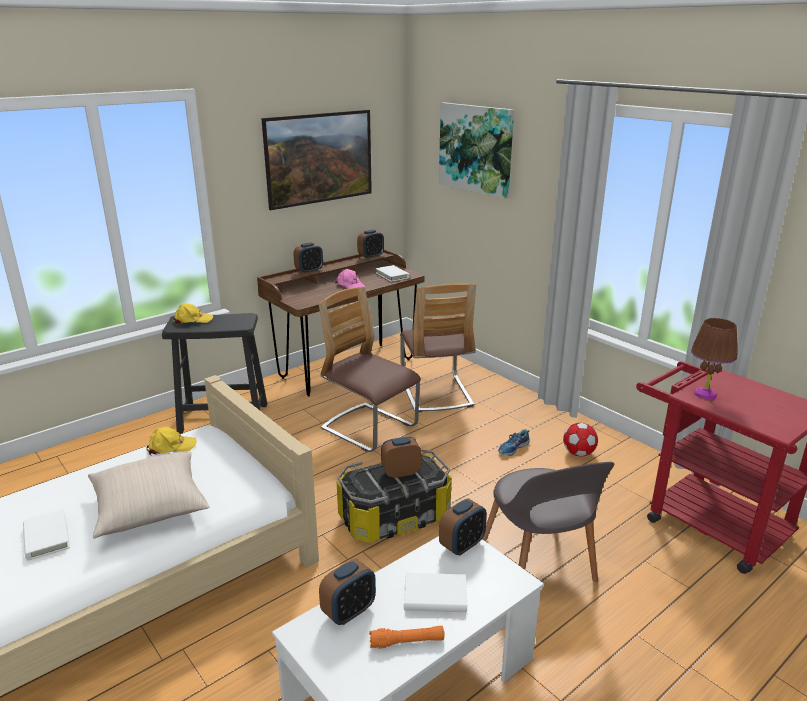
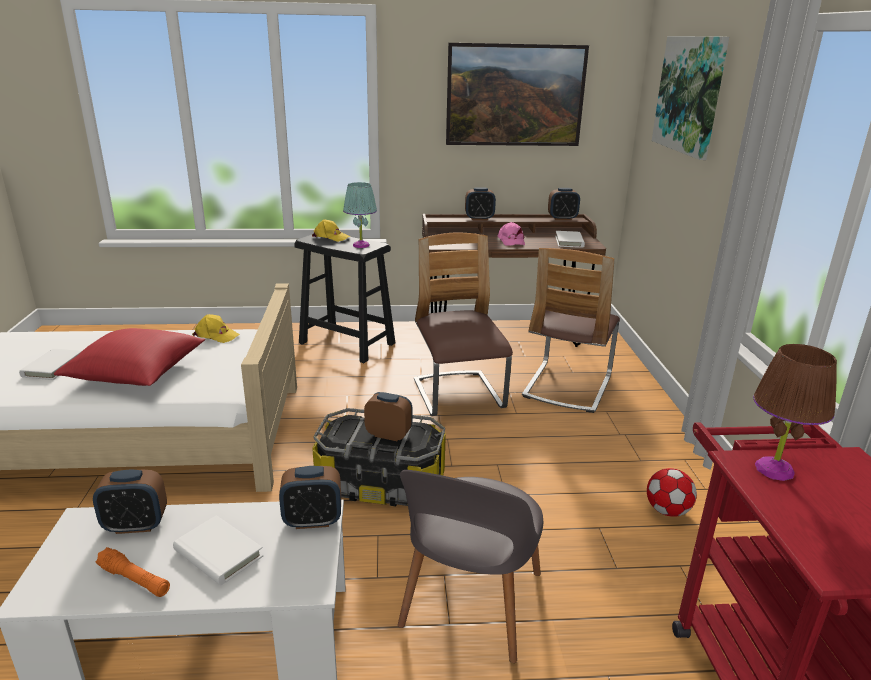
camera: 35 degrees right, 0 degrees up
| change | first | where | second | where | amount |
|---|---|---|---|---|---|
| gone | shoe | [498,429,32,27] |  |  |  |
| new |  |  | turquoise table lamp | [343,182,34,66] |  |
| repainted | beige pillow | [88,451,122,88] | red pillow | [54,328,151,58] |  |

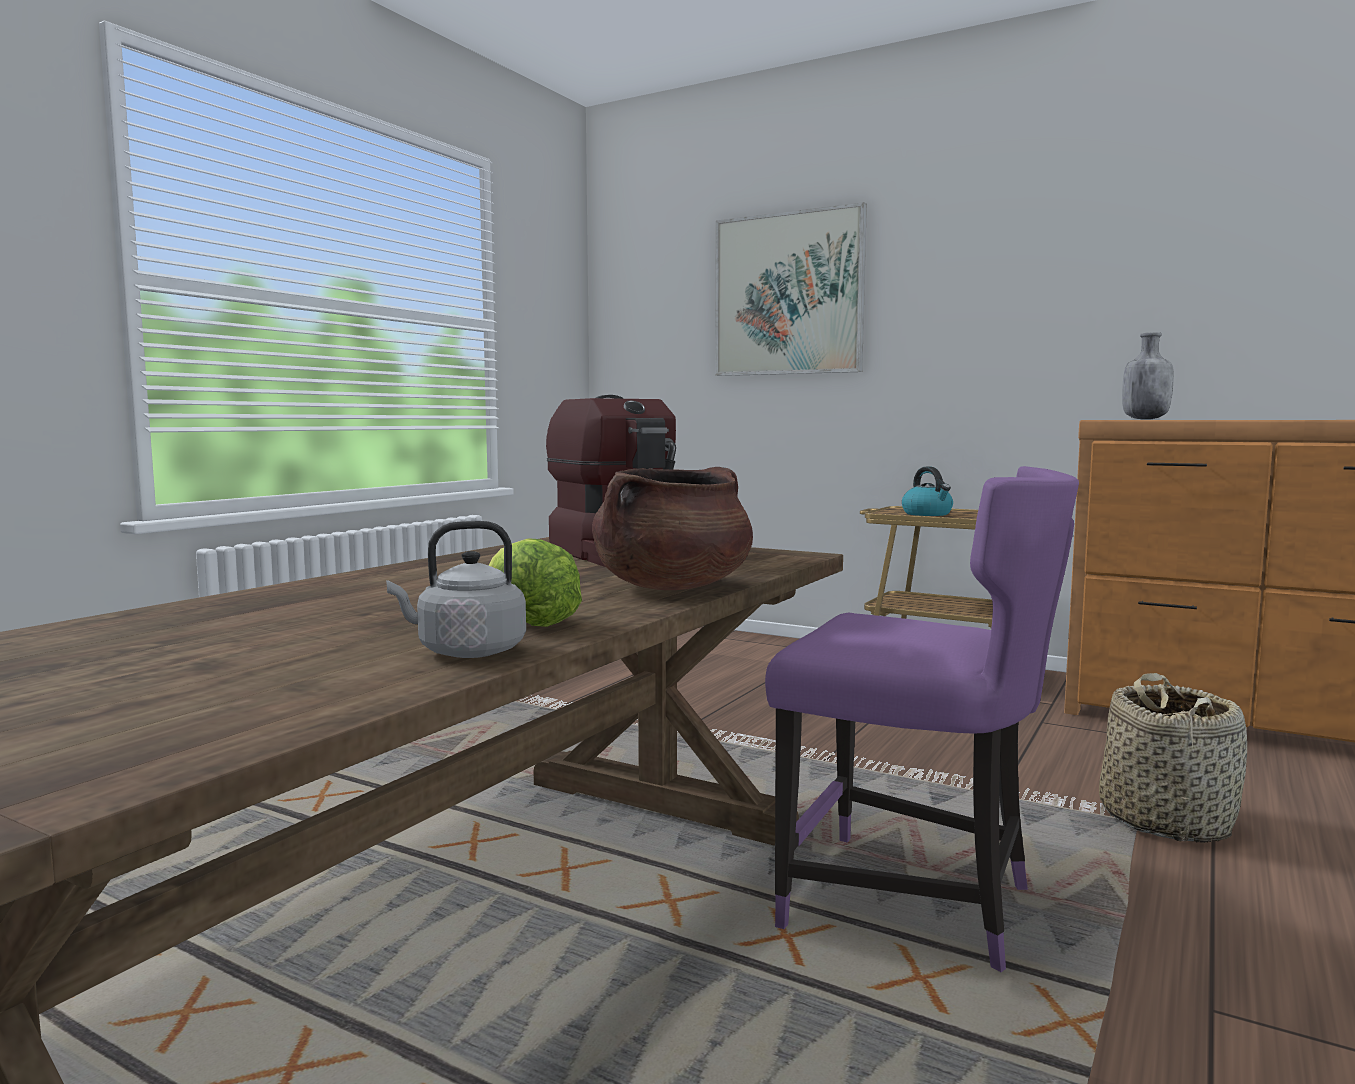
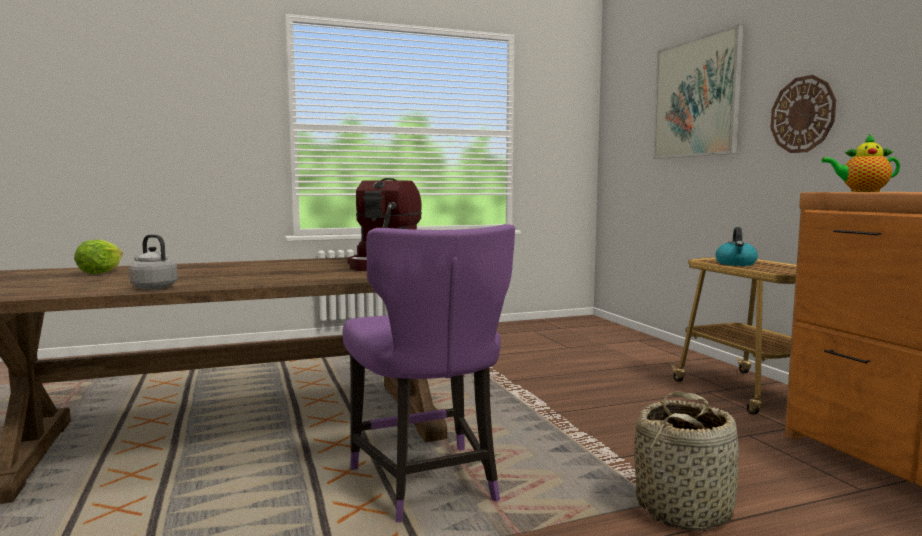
camera: 40 degrees right, 0 degrees up
| change | first | where | second | where | amount |
|---|---|---|---|---|---|
| gone | brown cooking pot | [592,467,161,123] |  |  |  |
| new |  |  | wall clock | [770,75,66,78] |  |
| shifted | lettuce | [489,538,93,89] |  | [74,240,49,34] |  |
| swapped | grey bottle | [1122,332,52,87] | teapot | [821,134,79,58] |  |

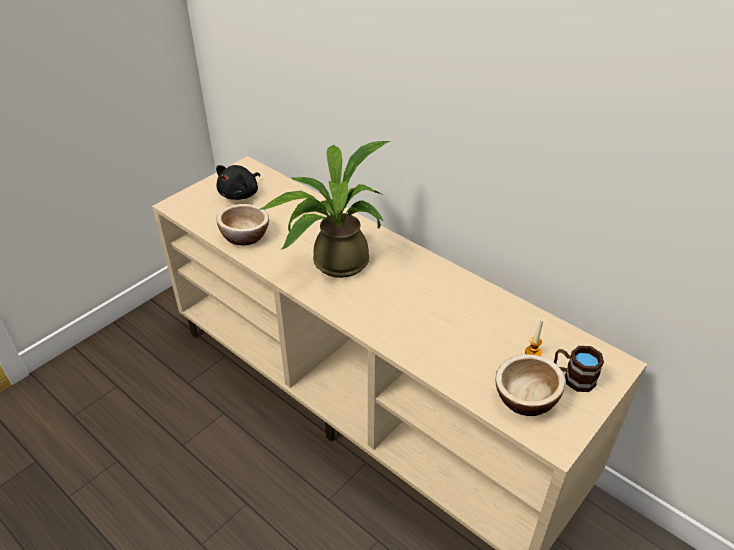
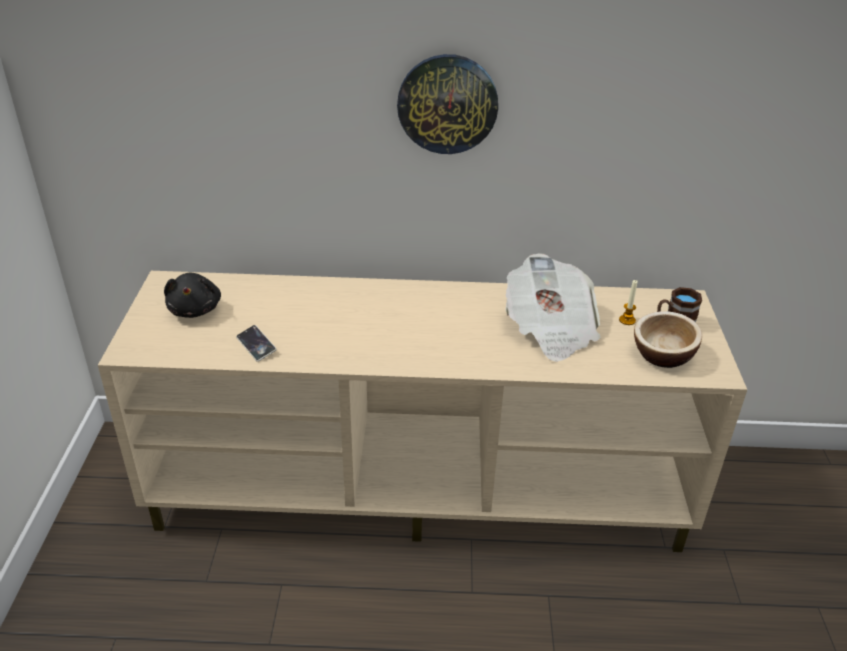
camera: 40 degrees left, 5 degrees down
| change | first | where | second | where | amount |
|---|---|---|---|---|---|
| gone | potted plant | [259,141,131,137] |  |  |  |
| new |  |  | wall clock | [397,54,101,100] |  |
| new |  |  | newspaper | [505,254,96,108] |  |
| swapped | bowl | [216,204,53,41] | phone | [236,325,41,37] |  |

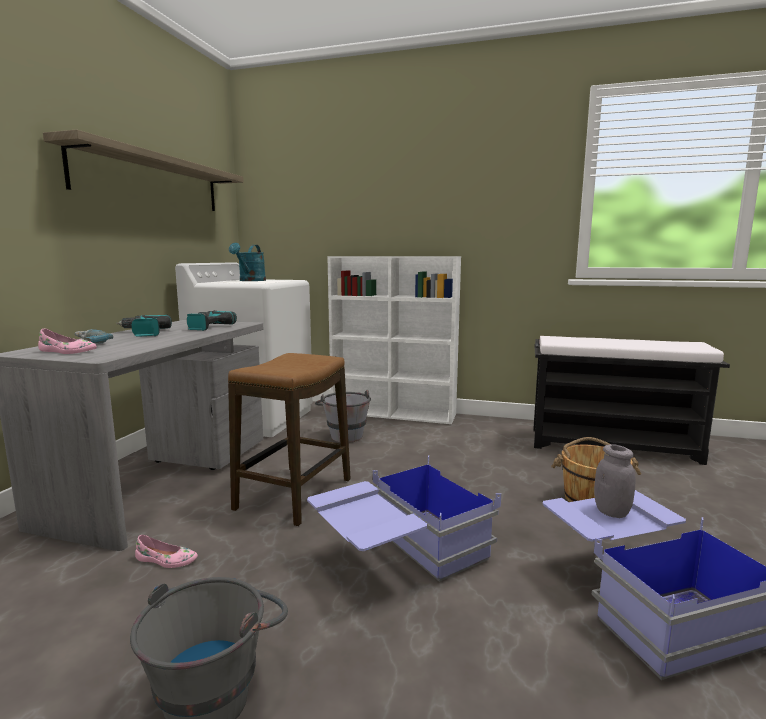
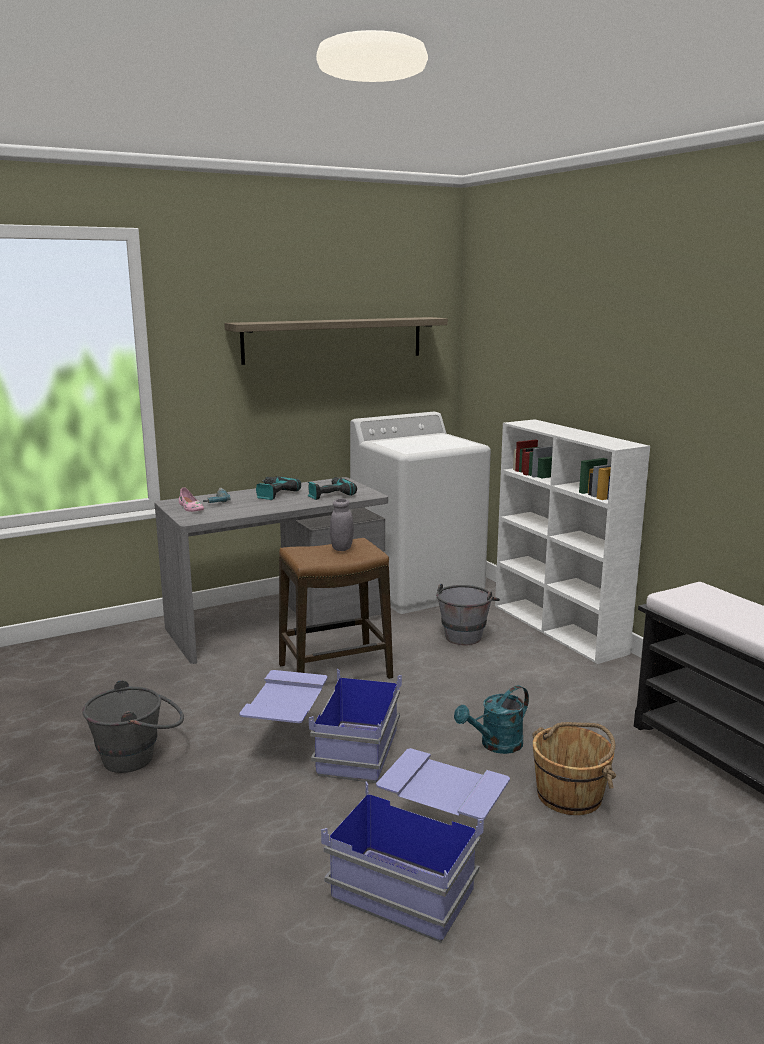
camera: 45 degrees right, 5 degrees up
| change | first | where | second | where | amount |
|---|---|---|---|---|---|
| gone | pink shoe | [135,535,63,33] |  |  |  |
| shifted | turquoise watering can | [229,243,37,38] |  | [454,685,75,69] |  |
| shifted | grey jar | [594,444,41,74] |  | [330,499,24,52] |  |

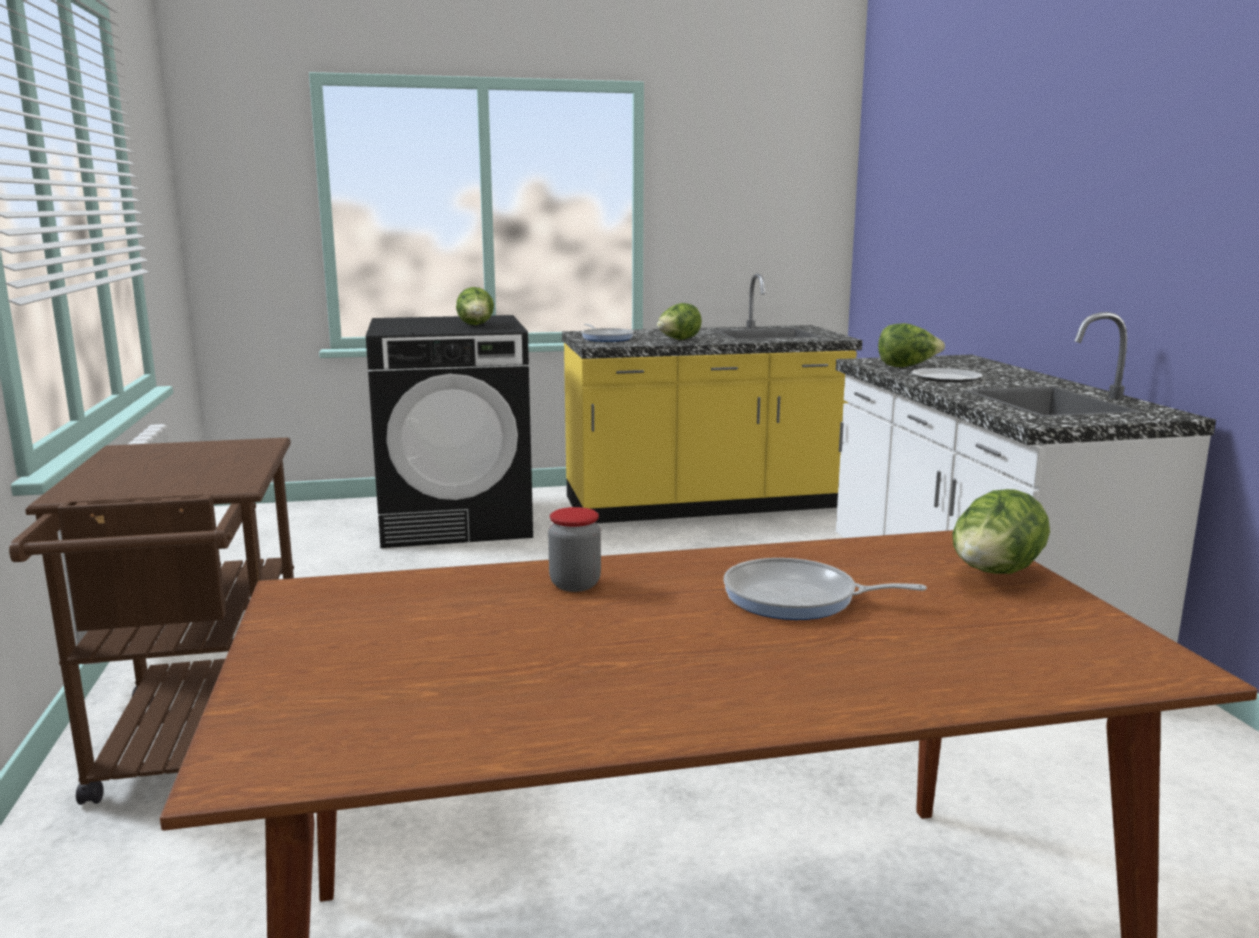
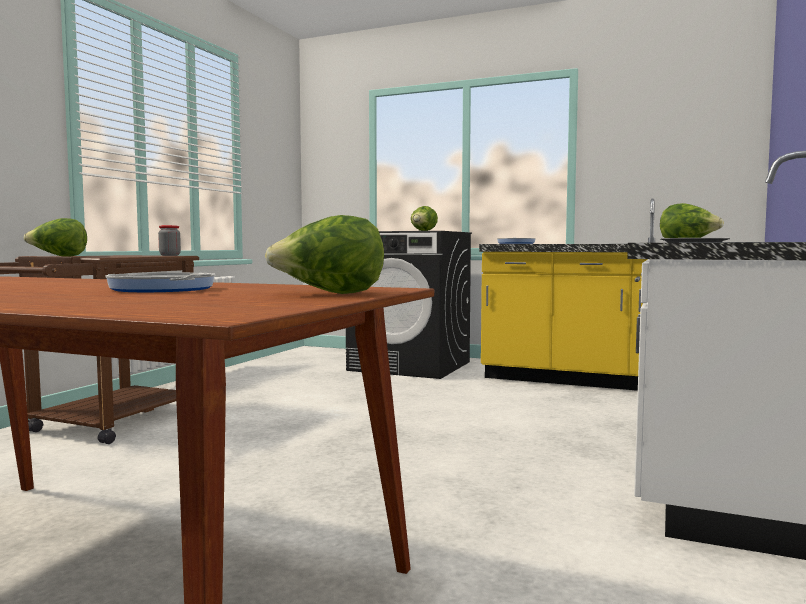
camera: 35 degrees right, 10 degrees down
| change | first | where | second | where | amount |
|---|---|---|---|---|---|
| shifted | jar | [548,507,53,85] |  | [158,225,23,31] |  |
| shifted | lettuce | [657,303,45,37] |  | [24,218,63,38] |  |

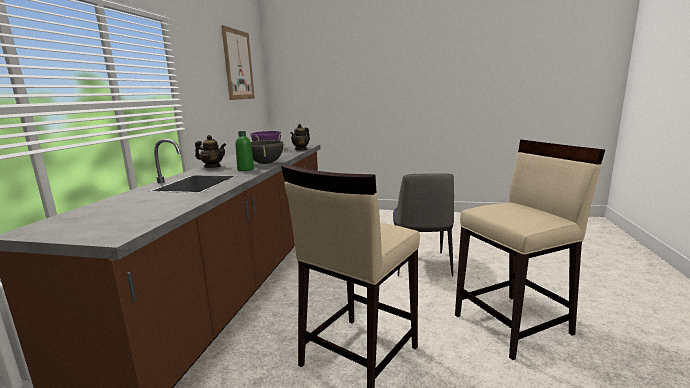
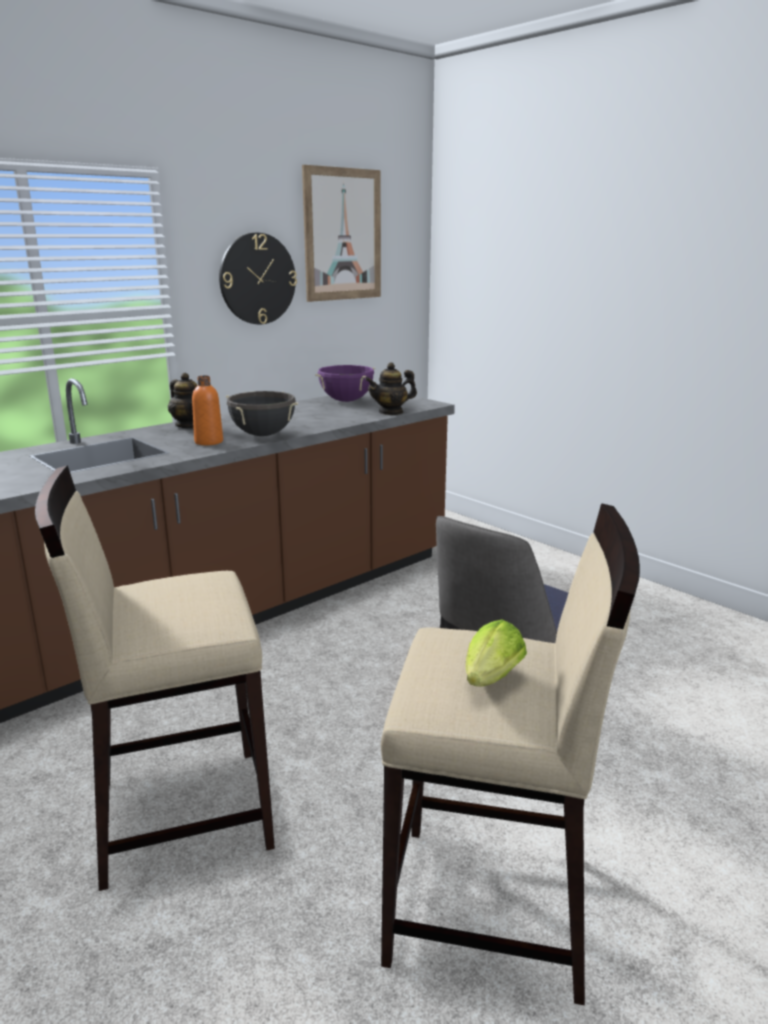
camera: 35 degrees right, 5 degrees up
| change | first | where | second | where | amount |
|---|---|---|---|---|---|
| new |  |  | wall clock | [219,233,78,91] |  |
| new |  |  | lettuce | [466,619,61,68] |  |
| repainted | green bottle | [235,131,19,40] | orange bottle | [192,376,31,69] |  |

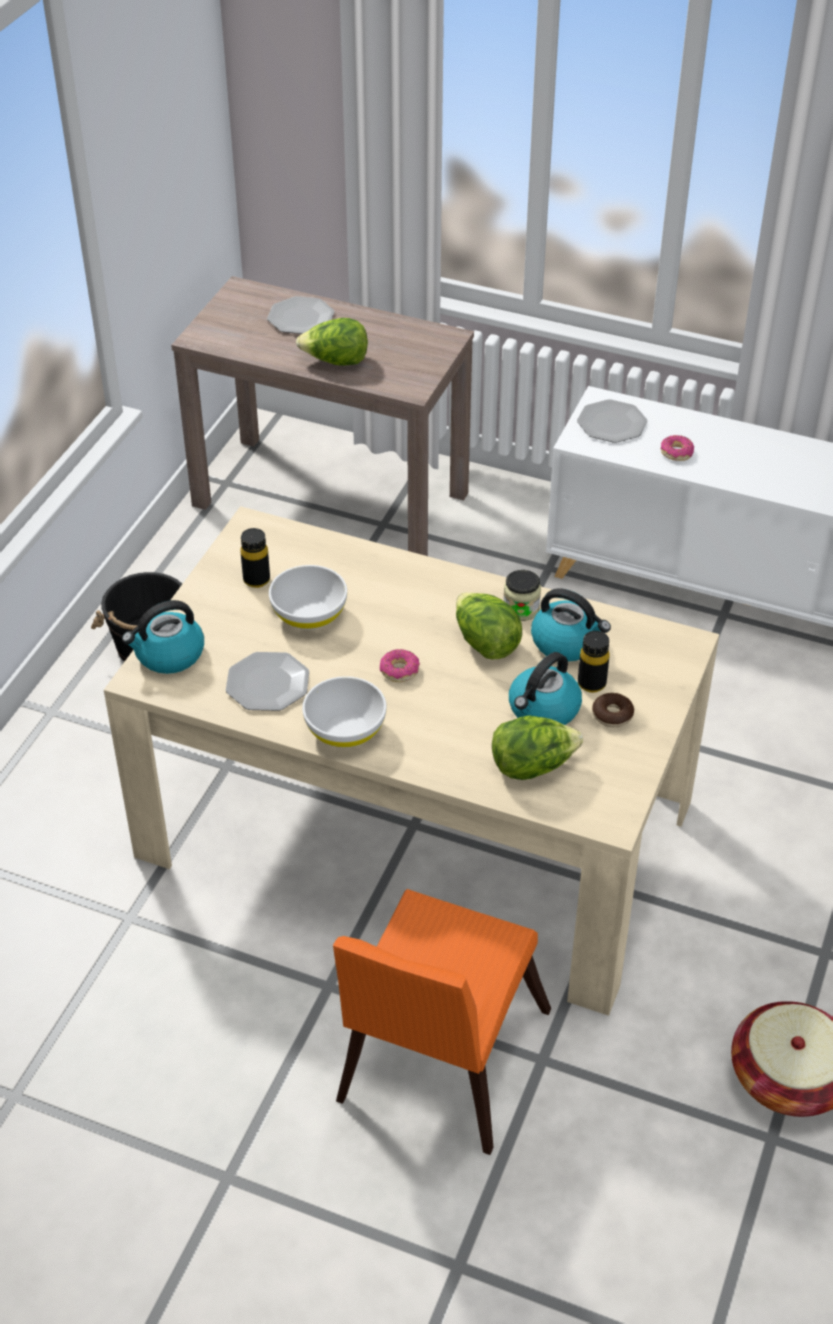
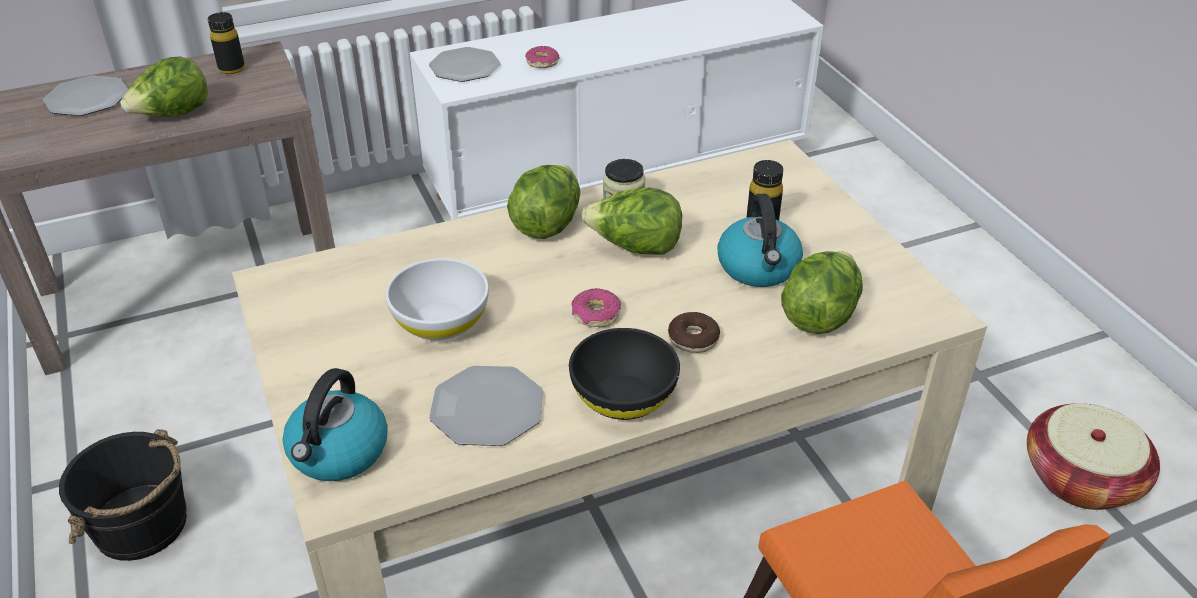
camera: 45 degrees left, 5 degrees down
| change | first | where | second | where | amount |
|---|---|---|---|---|---|
| gone | kettle | [531,588,80,74] |  |  |  |
| new |  |  | lettuce | [507,165,73,74] |  |
| shifted | black bottle | [240,528,30,60] |  | [208,12,37,62] |  |
| shifted | donut | [592,693,42,34] |  | [668,312,52,41] |  |
| repainted | white bowl | [302,676,85,72] | black bowl | [569,328,111,92] |  |

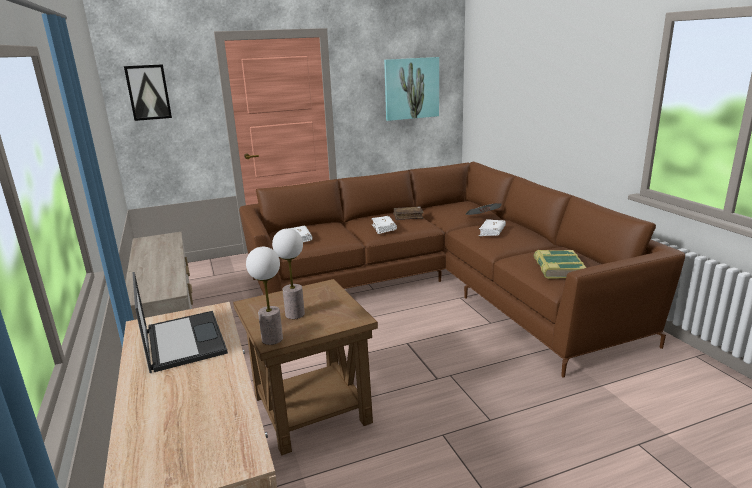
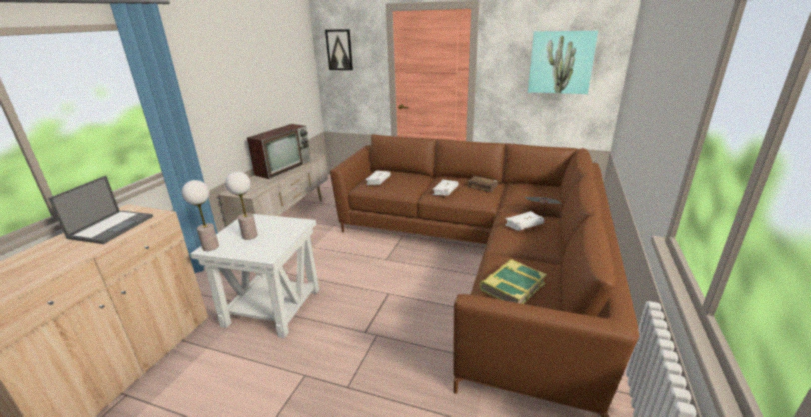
camera: 40 degrees right, 5 degrees up
| change | first | where | second | where | amount |
|---|---|---|---|---|---|
| new |  |  | television | [247,124,64,55] |  |
| repainted | brown side table | [233,279,145,177] | white side table | [190,214,129,124] |  |

